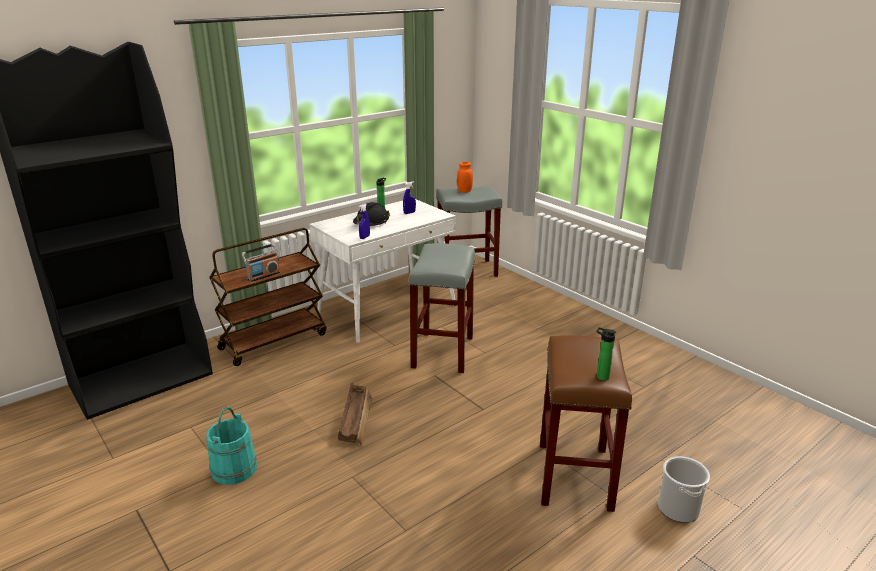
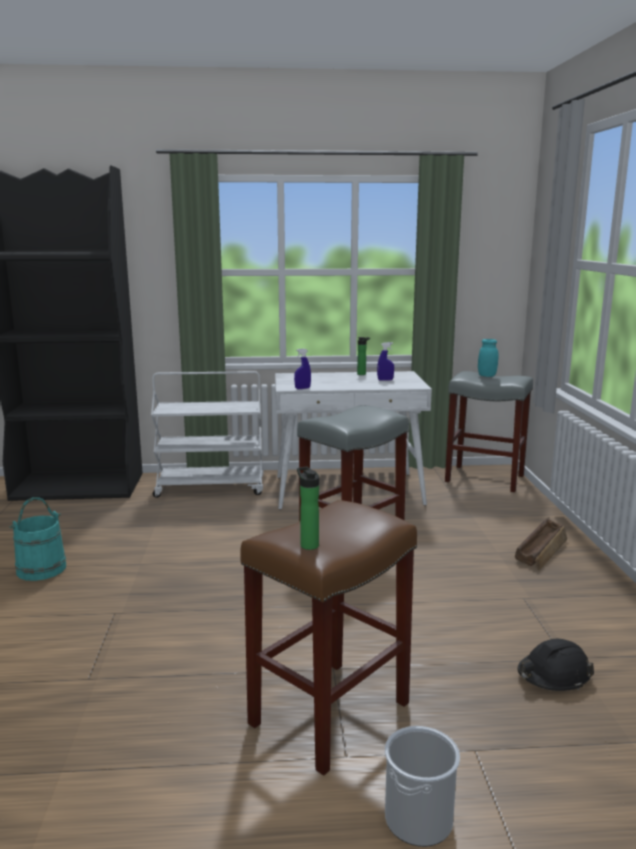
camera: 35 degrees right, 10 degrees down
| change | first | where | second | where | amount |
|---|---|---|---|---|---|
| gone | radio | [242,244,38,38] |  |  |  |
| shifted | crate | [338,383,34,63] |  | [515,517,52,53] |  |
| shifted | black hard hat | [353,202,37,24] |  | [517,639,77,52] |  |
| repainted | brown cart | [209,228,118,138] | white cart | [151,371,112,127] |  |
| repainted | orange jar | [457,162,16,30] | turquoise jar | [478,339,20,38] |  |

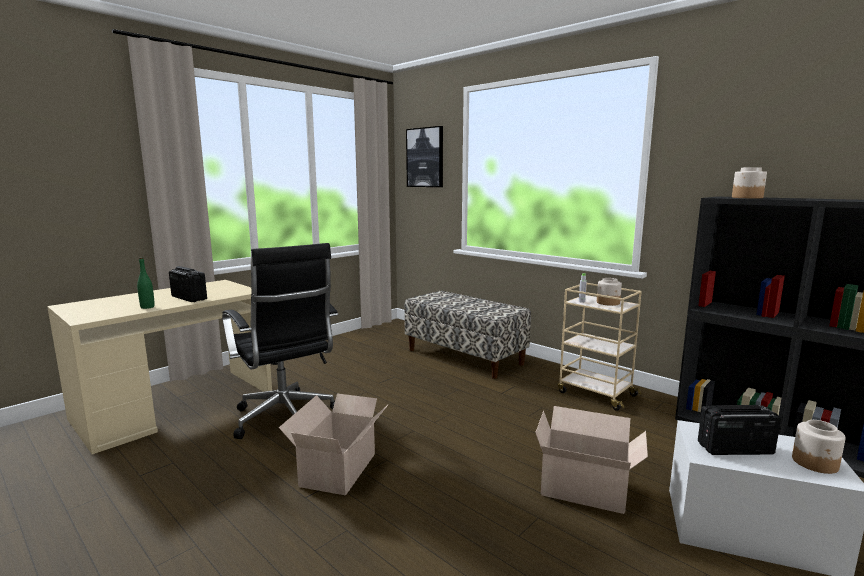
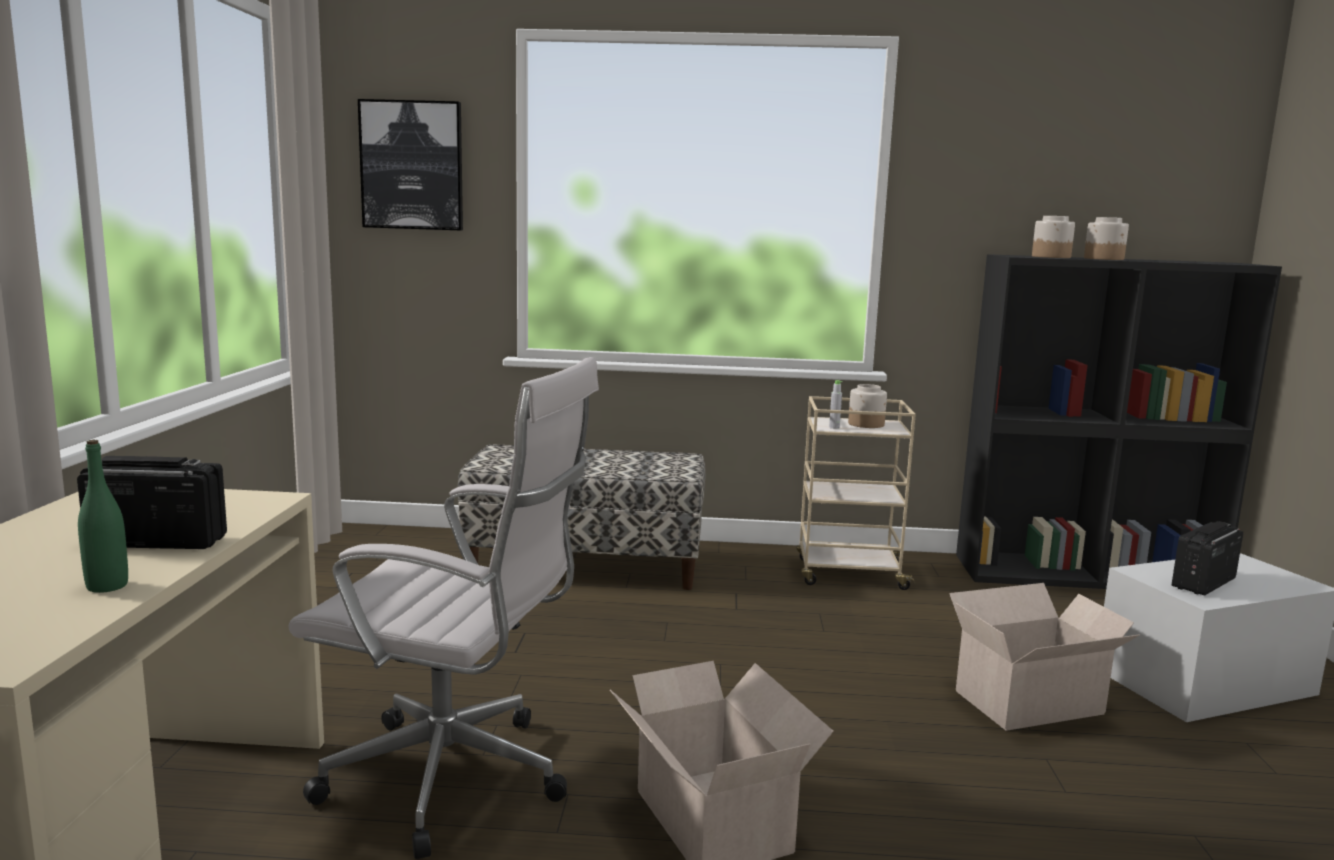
camera: 40 degrees left, 0 degrees up
| change | first | where | second | where | amount |
|---|---|---|---|---|---|
| shifted | jar | [792,420,54,54] |  | [1084,217,45,43] |  |
| repainted | black office chair | [222,243,116,196] | white office chair | [288,357,311,502] |  |

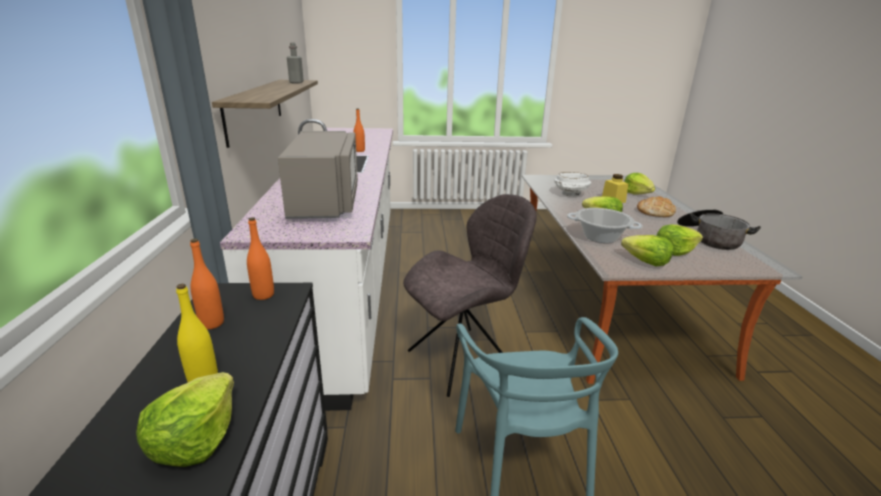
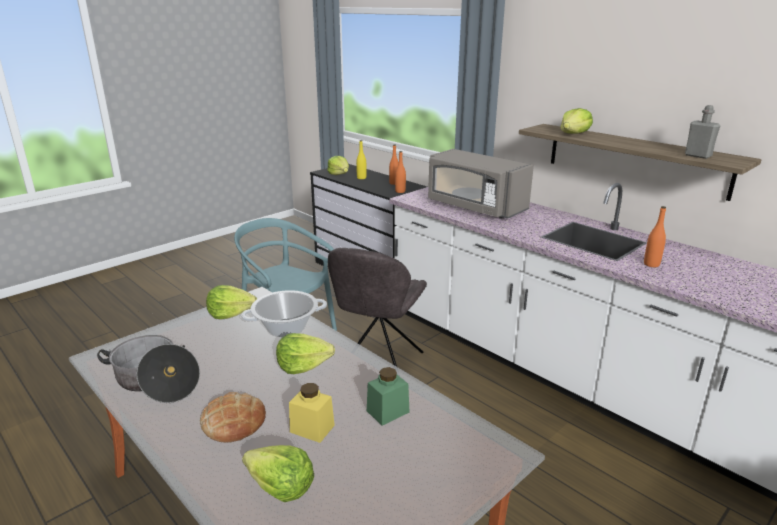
camera: 140 degrees right, 0 degrees up
| change | first | where | second | where | amount |
|---|---|---|---|---|---|
| shifted | lettuce | [656,225,47,31] |  | [560,108,33,26] |  |
| swapped | white bowl | [554,172,37,25] | green jar | [367,367,43,59] |  |

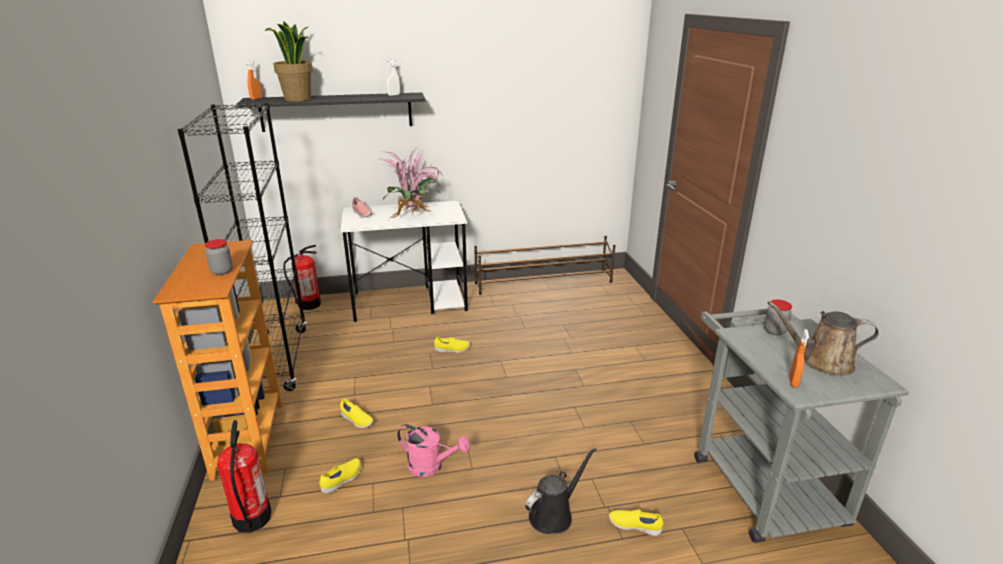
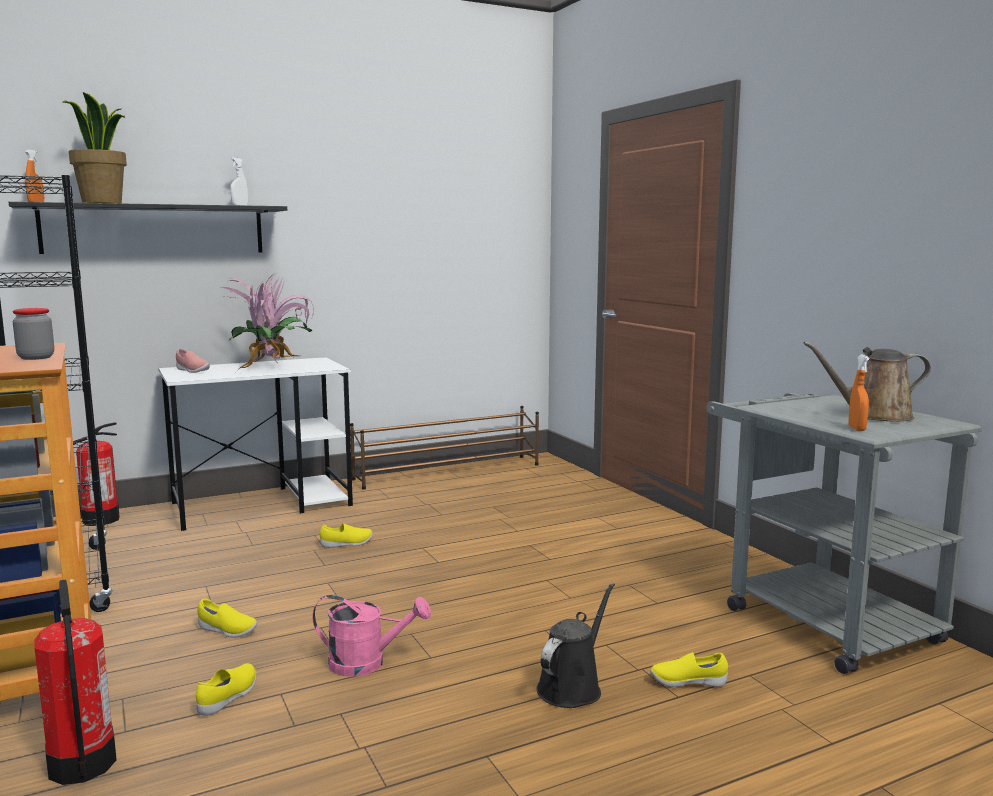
camera: 15 degrees left, 15 degrees down
| change | first | where | second | where | amount |
|---|---|---|---|---|---|
| gone | jar | [764,299,28,36] |  |  |  |

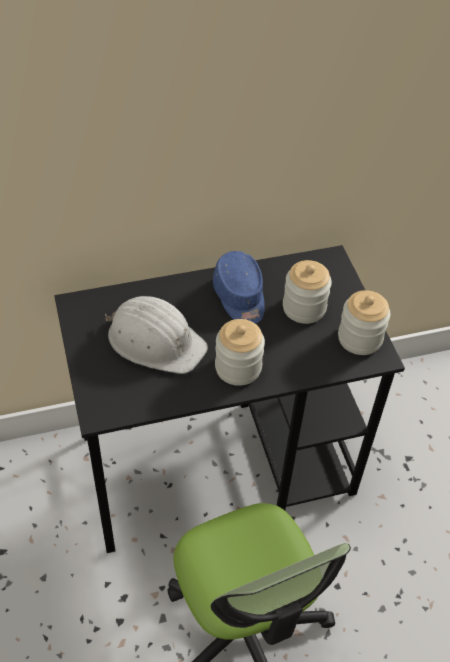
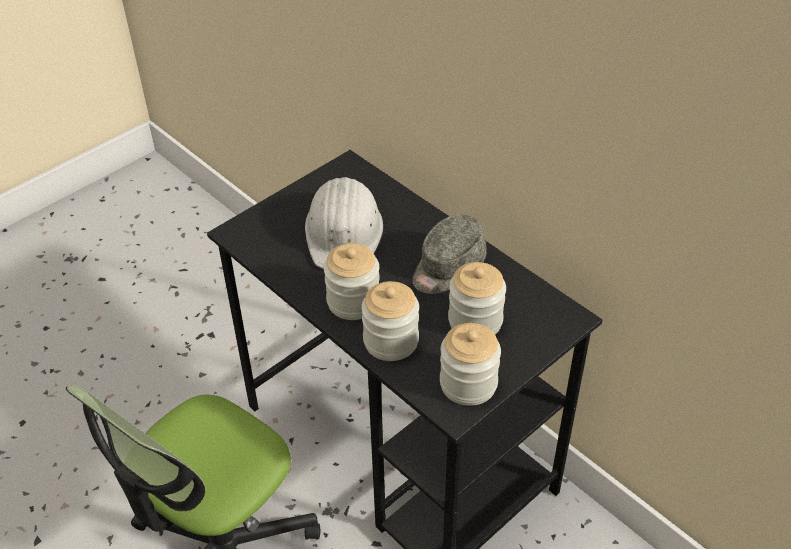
camera: 65 degrees right, 5 degrees down
| change | first | where | second | where | amount |
|---|---|---|---|---|---|
| new |  |  | jar | [361,281,58,80] |  |
| repainted | blue cap | [213,251,52,73] | grey cap | [412,215,75,79] |  |

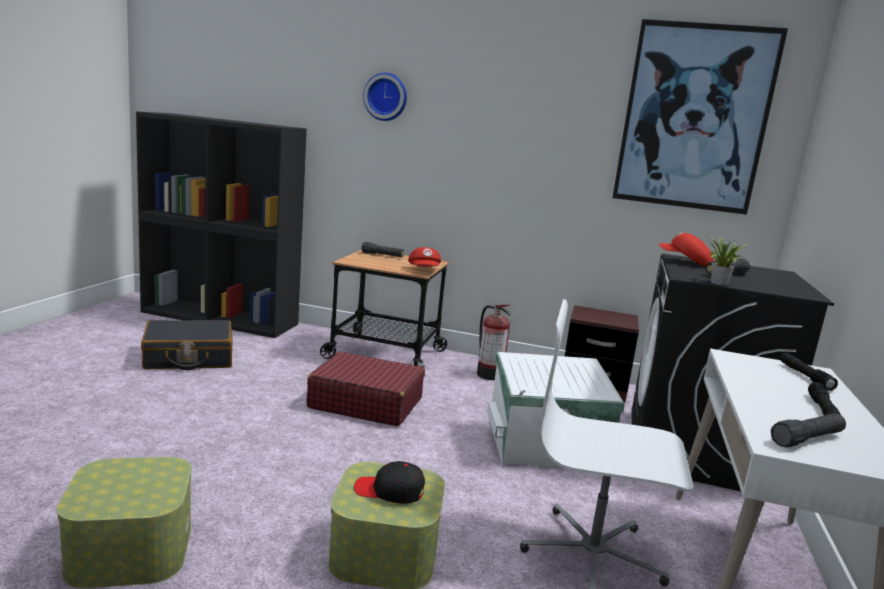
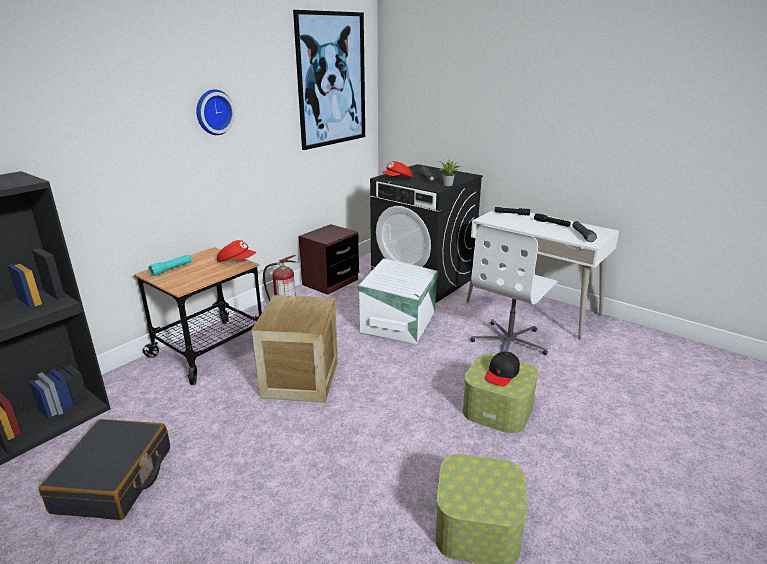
camera: 65 degrees left, 10 degrees up
| change | first | where | second | where | amount |
|---|---|---|---|---|---|
| shifted | wall clock | [363,73,44,48] |  | [196,89,39,46] |  |
| swapped | red suitcase | [307,352,118,74] | crate | [252,295,86,107] |  |
| repainted | black flashlight | [361,242,43,15] | turquoise flashlight | [148,254,44,22] |  |

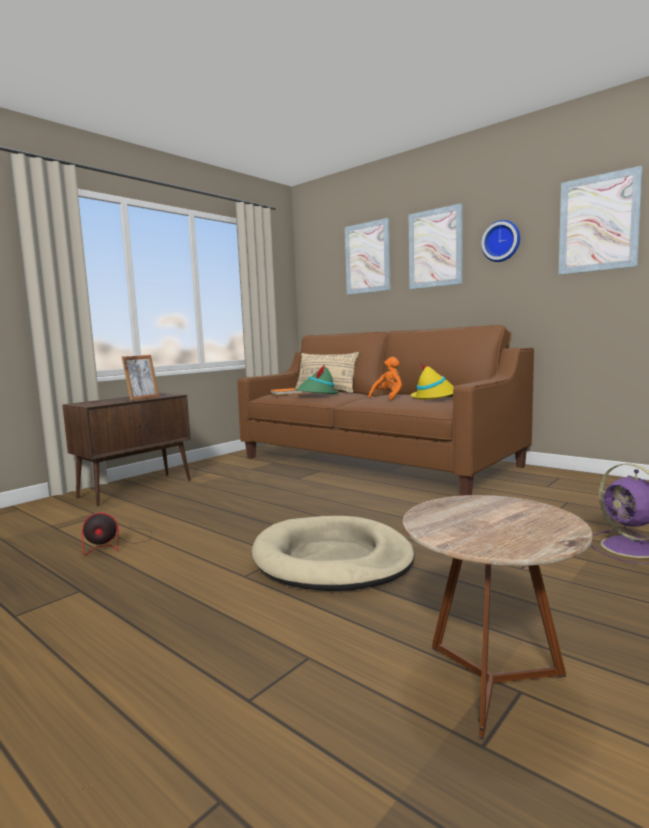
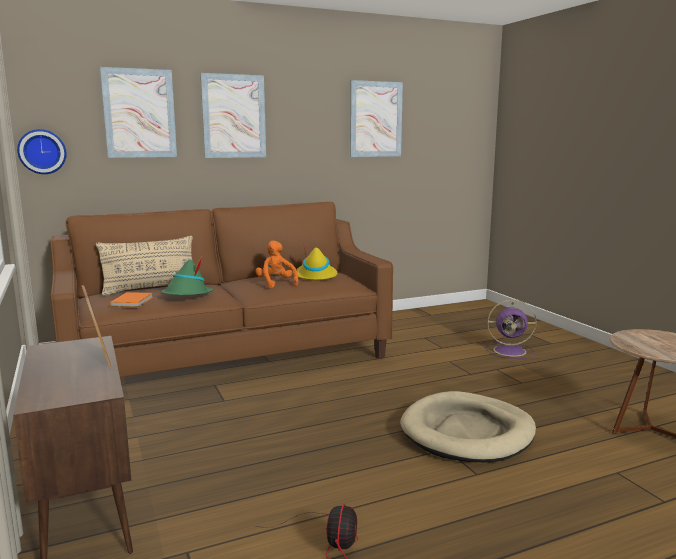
camera: 65 degrees left, 5 degrees up
| change | first | where | second | where | amount |
|---|---|---|---|---|---|
| shifted | wall clock | [481,220,39,42] |  | [17,129,50,45] |  |

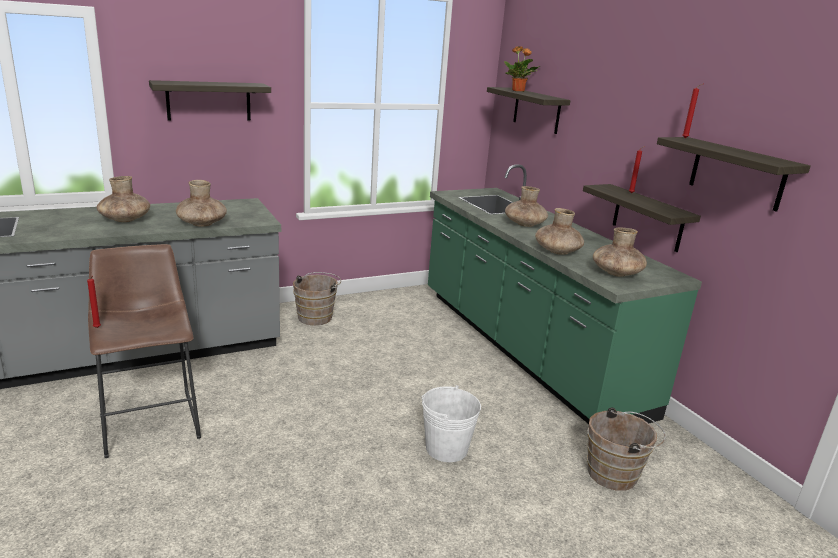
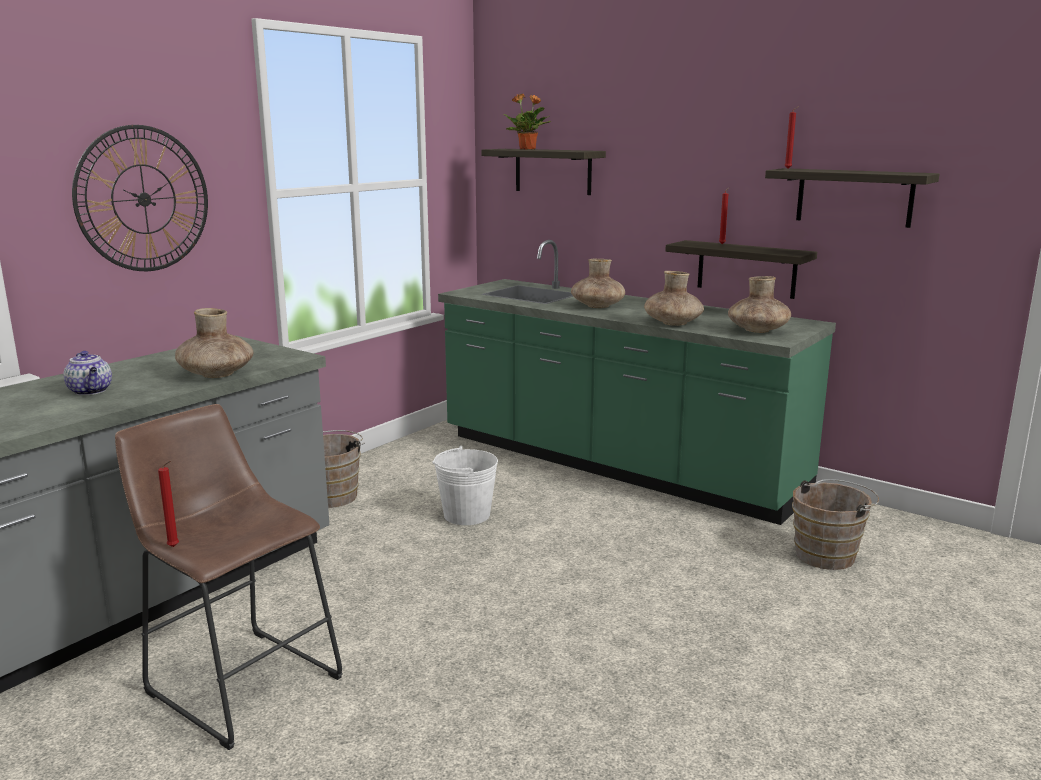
camera: 25 degrees left, 5 degrees down
| change | first | where | second | where | amount |
|---|---|---|---|---|---|
| shifted | white bucket | [421,385,60,77] |  | [433,446,65,79] |  |
| swapped | brown vase | [96,176,54,46] | teapot | [64,351,48,44] |  |
| swapped | shelf | [149,80,122,40] | wall clock | [72,125,136,146] |  |

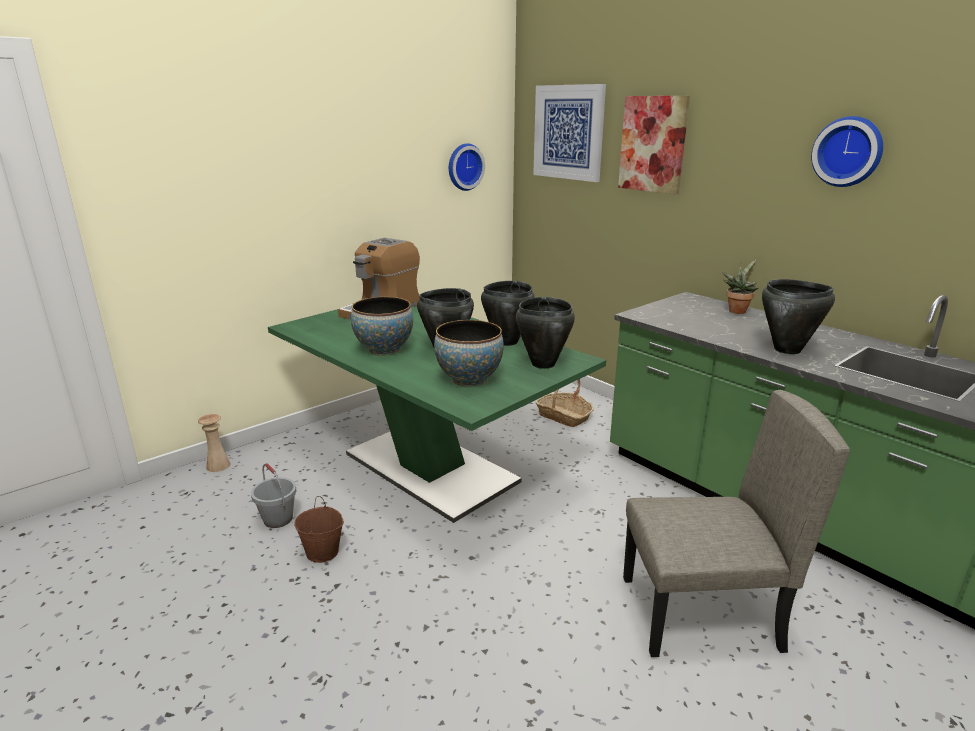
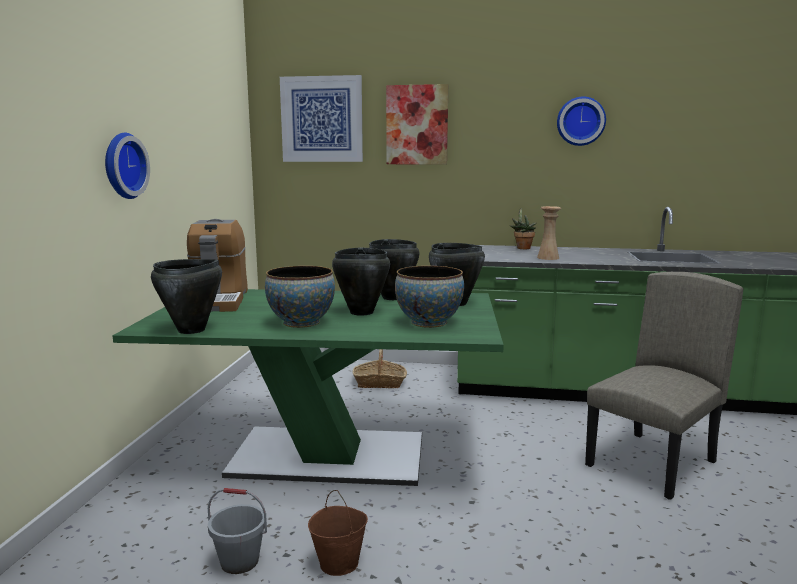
camera: 40 degrees left, 10 degrees down
| change | first | where | second | where | amount |
|---|---|---|---|---|---|
| shifted | beige vase | [198,414,33,58] |  | [537,206,24,54] |  |
| shifted | wall clock | [449,143,36,48] |  | [105,133,45,66] |  |
| shifted | black cooking pot | [762,279,73,75] |  | [151,259,71,75] |  |

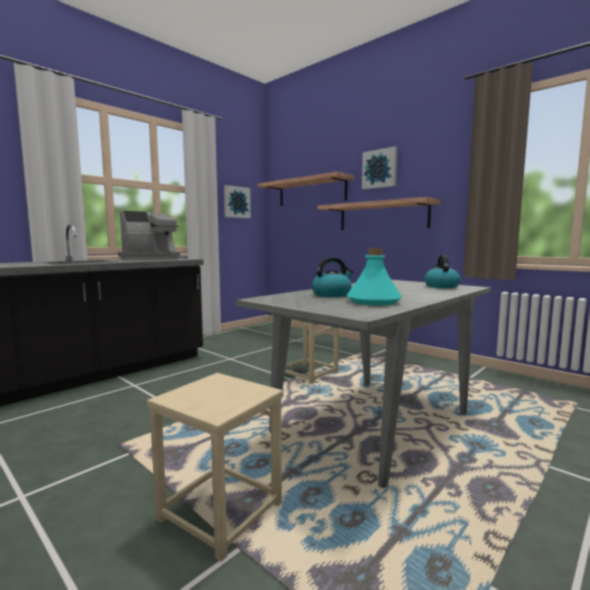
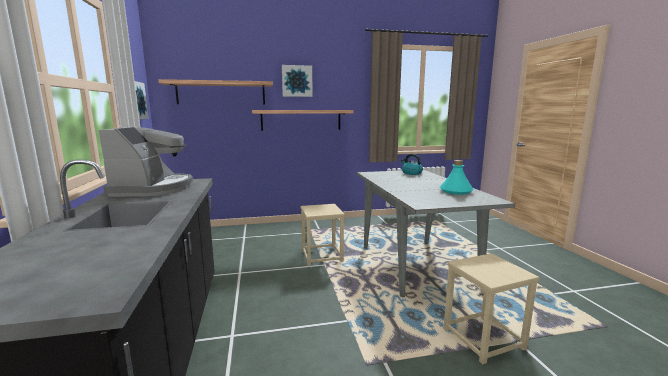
camera: 55 degrees left, 5 degrees up
| change | first | where | second | where | amount |
|---|---|---|---|---|---|
| gone | kettle | [312,257,41,40] |  |  |  |

